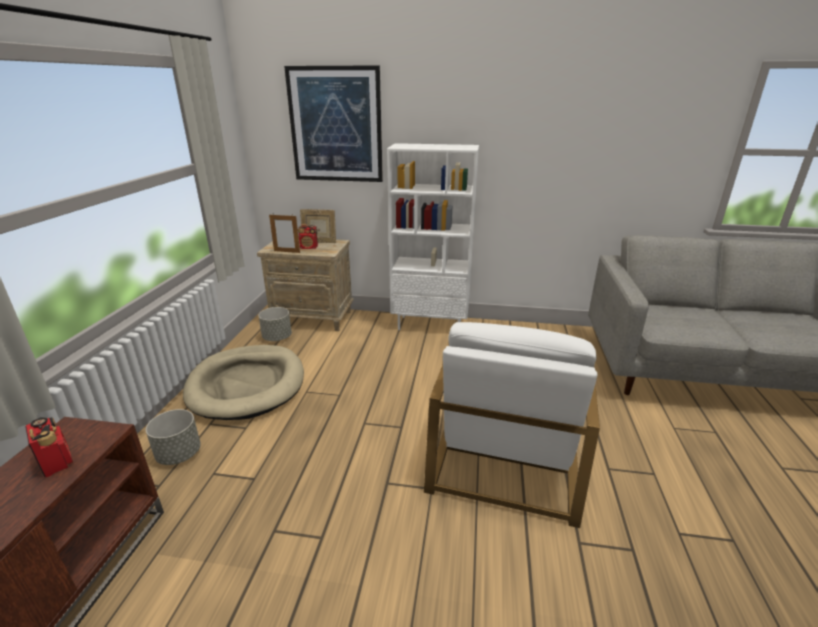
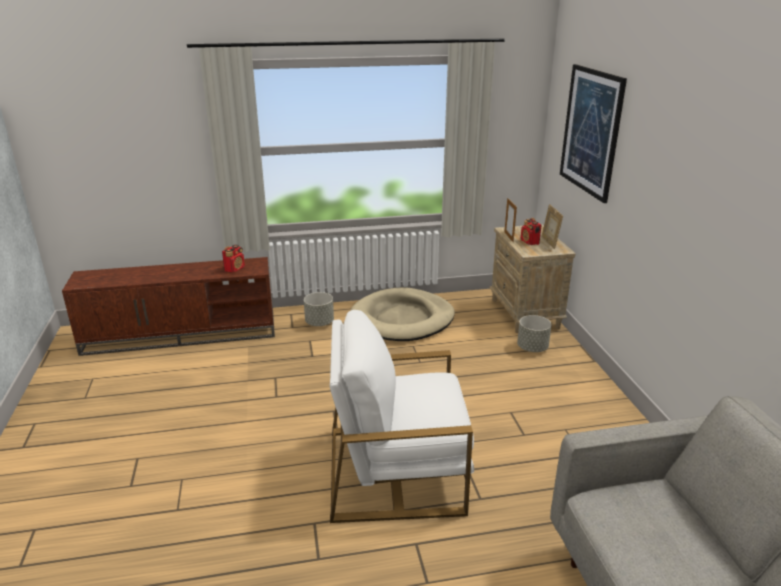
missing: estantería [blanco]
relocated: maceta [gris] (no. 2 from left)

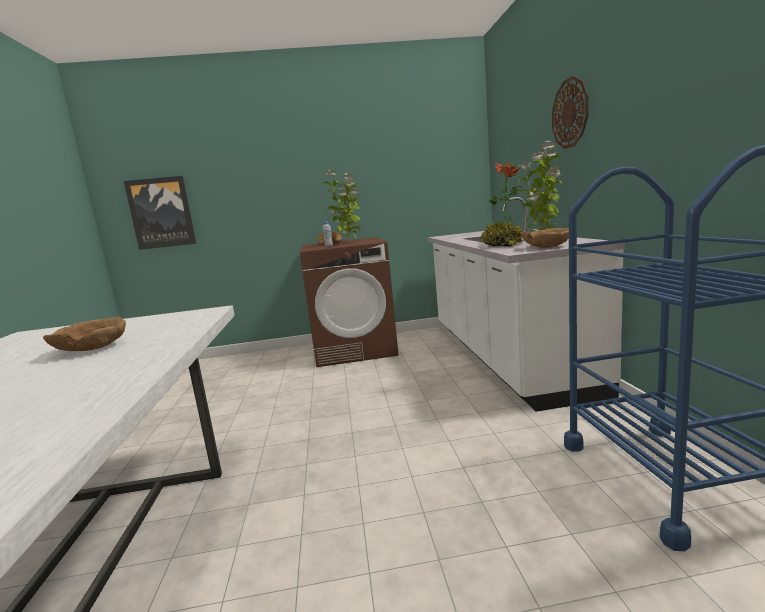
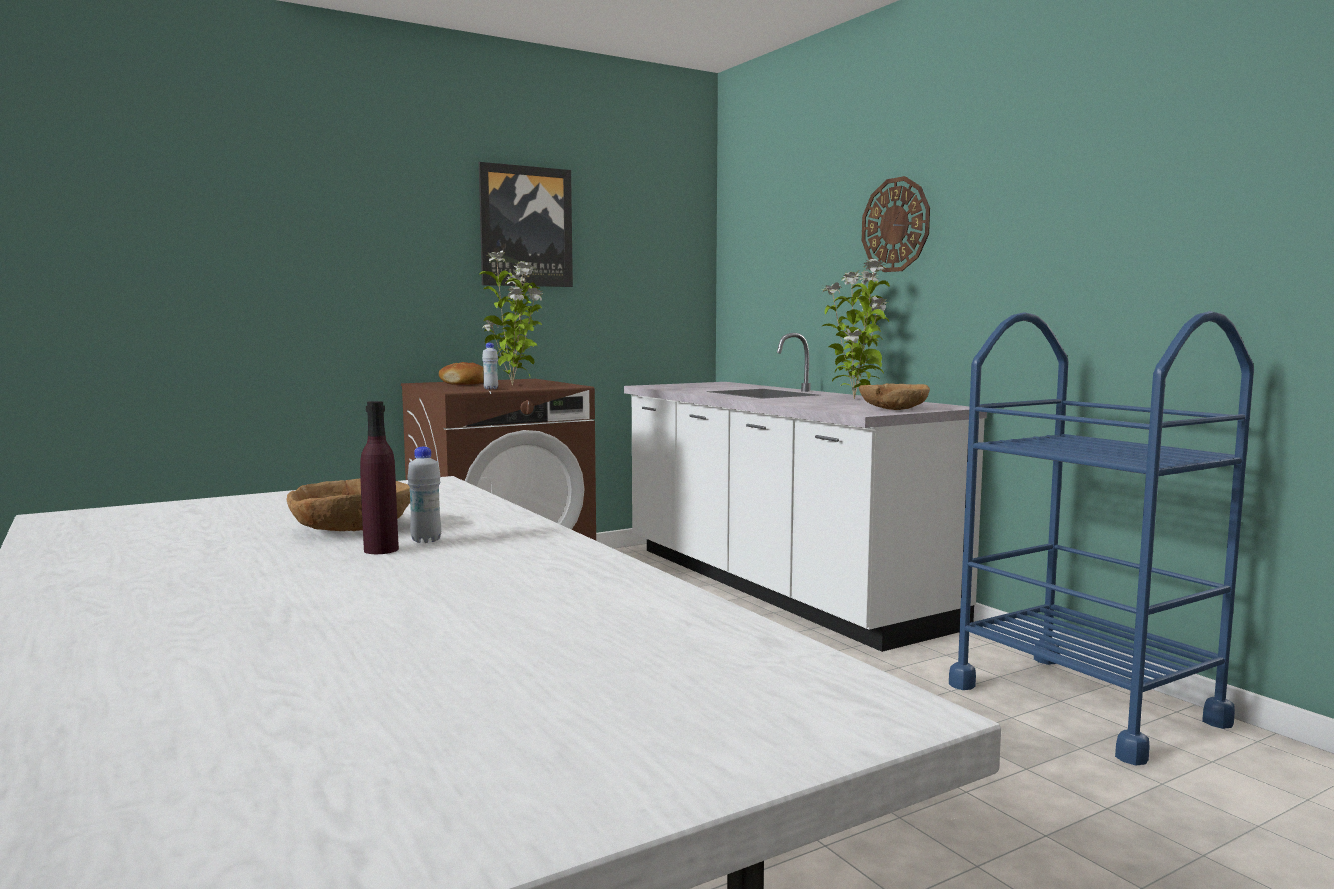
missing: planta en maceta (no. 2 from left)
appeared: botella [morado]; botella [blanco] (no. 1 from left)
relocated: cuadro

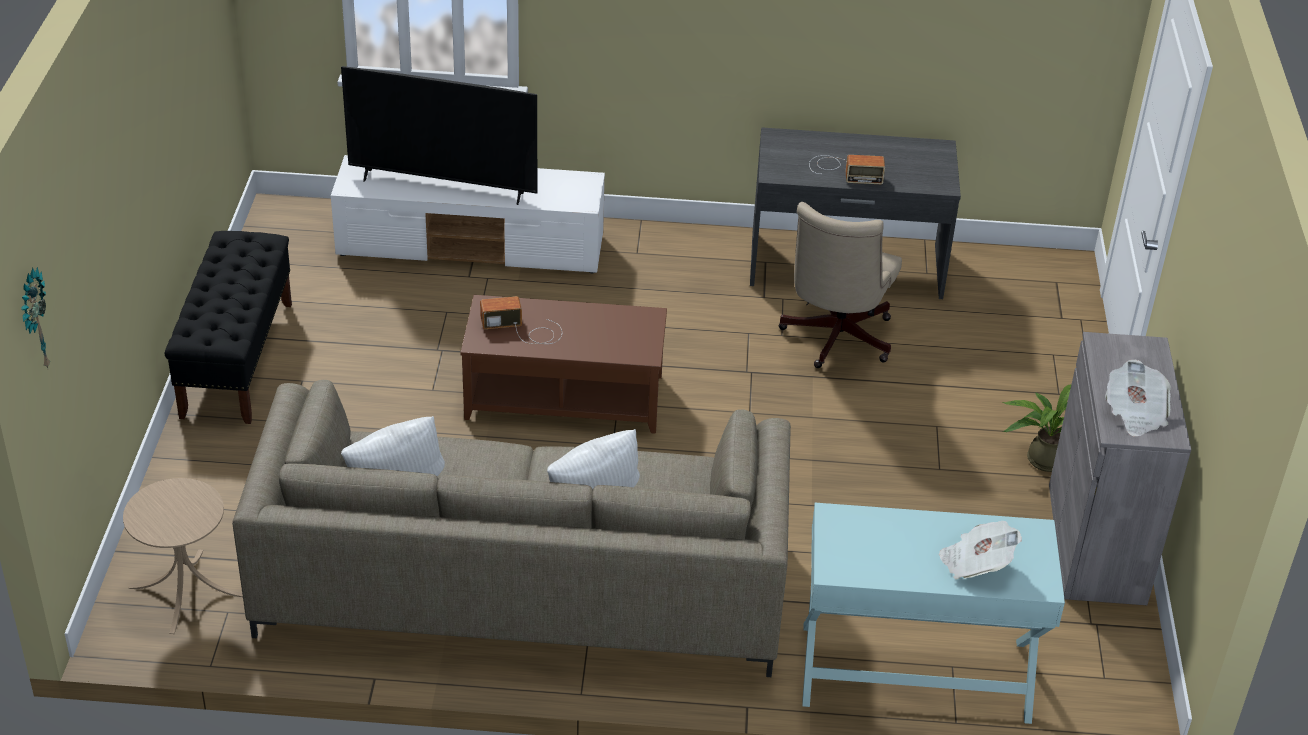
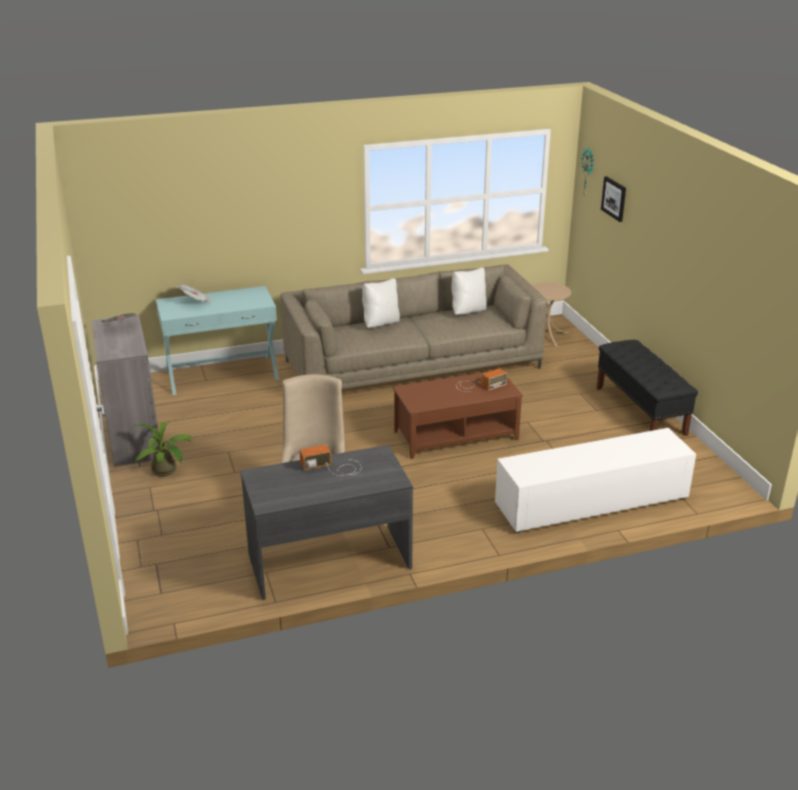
missing: televisor
appeared: cuadro

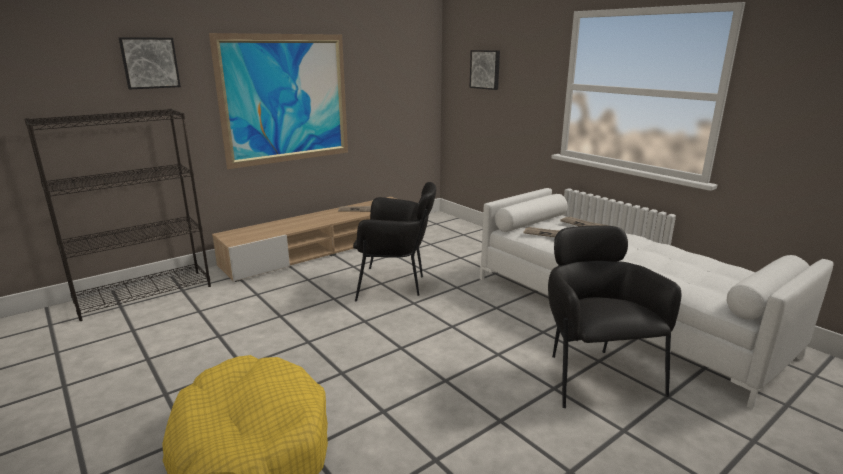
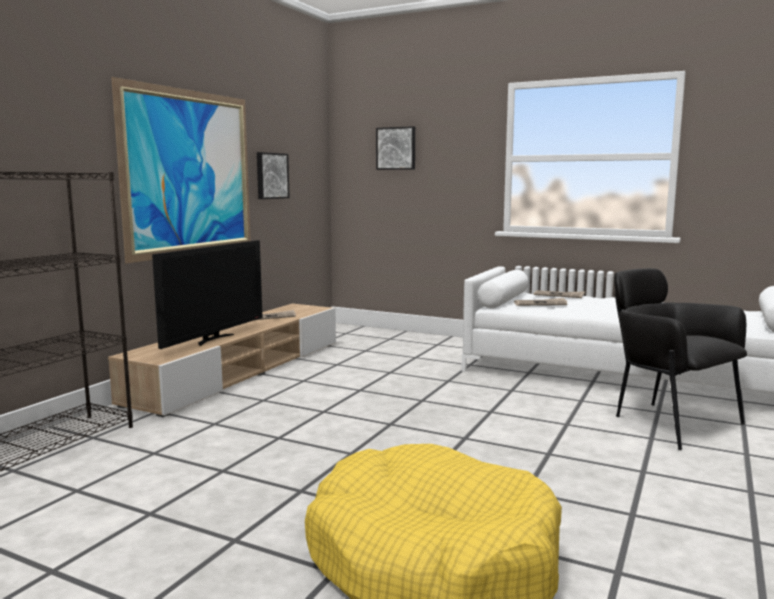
missing: sillón [negro] (no. 1 from left)
appeared: televisor
relocated: cuadro (no. 1 from left in the first image) to cuadro (no. 2 from left)

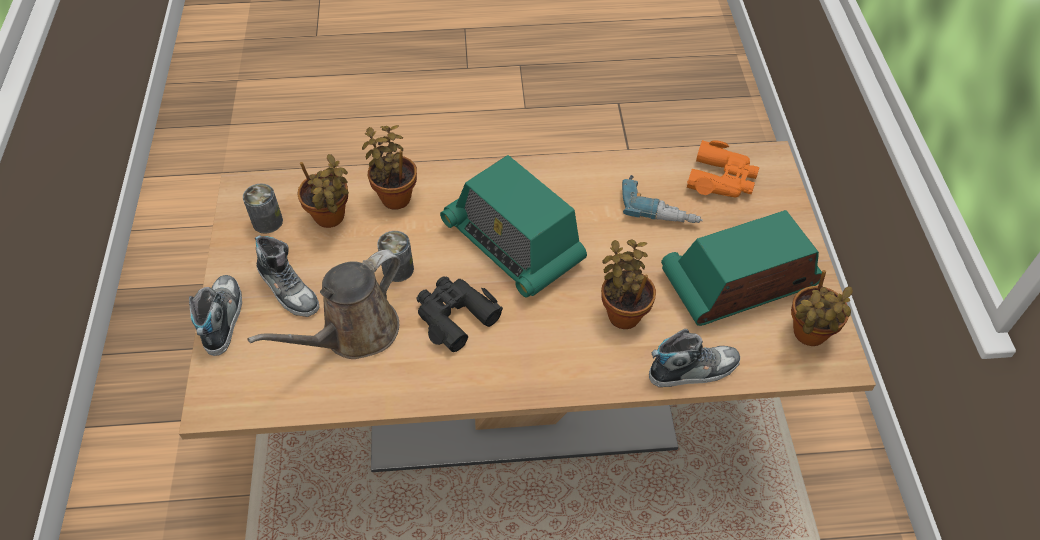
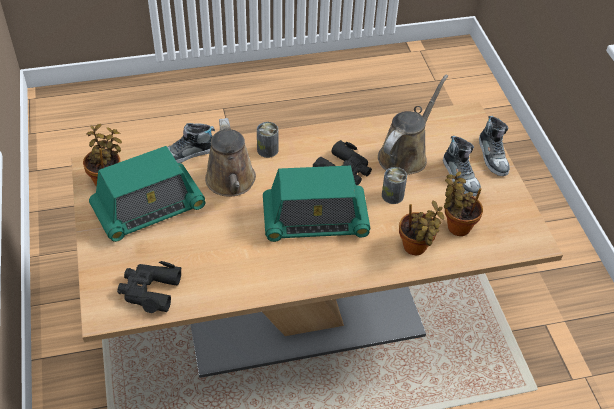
missing: taladro
relocated: lata (no. 1 from left)
exchanged: planta en maceta (no. 3 from left) to regadera [marrón] (no. 1 from left)
colour: prismáticos [naranja] to prismáticos [negro] (no. 1 from left)
spun: radio (no. 1 from left in the first image) 135 degrees clockwise; zapato (no. 2 from left) 150 degrees counterclockwise

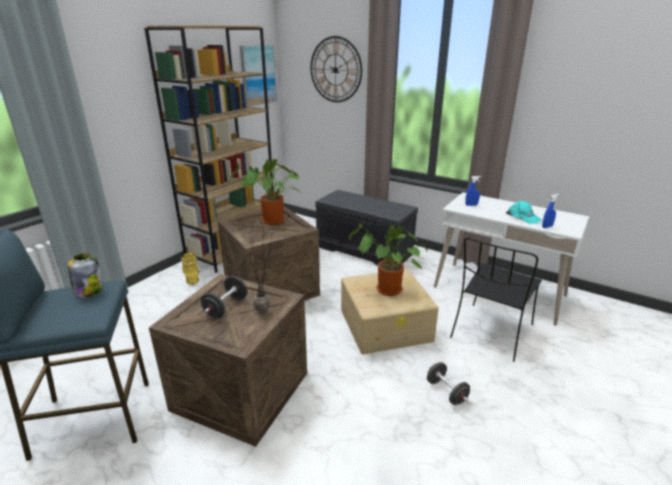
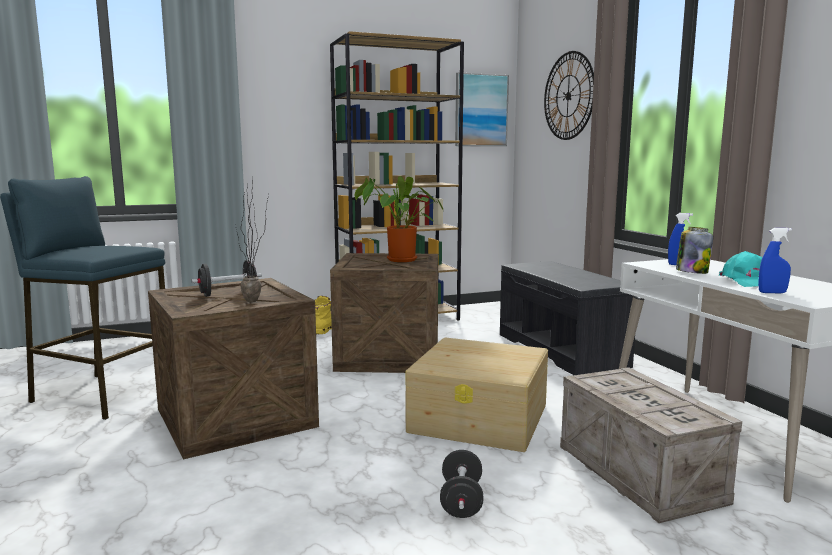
missing: planta en maceta (no. 3 from left)
relocated: tarro
exchanged: silla [negro] to caja de embalaje (no. 3 from left)

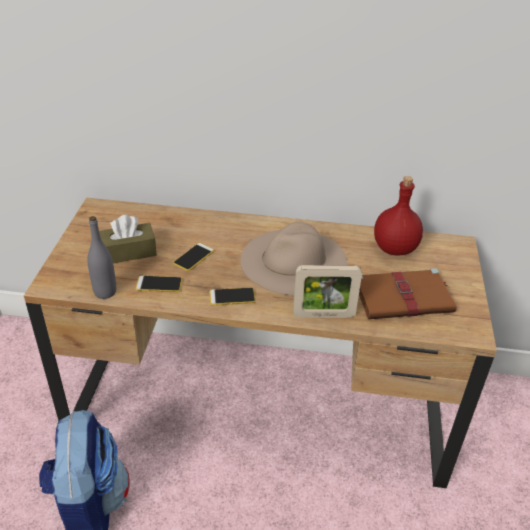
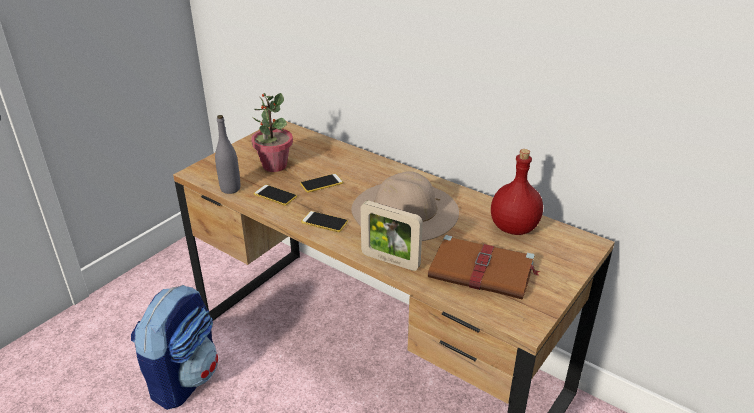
exchanged: caja de pañuelos [marrón] to planta en maceta

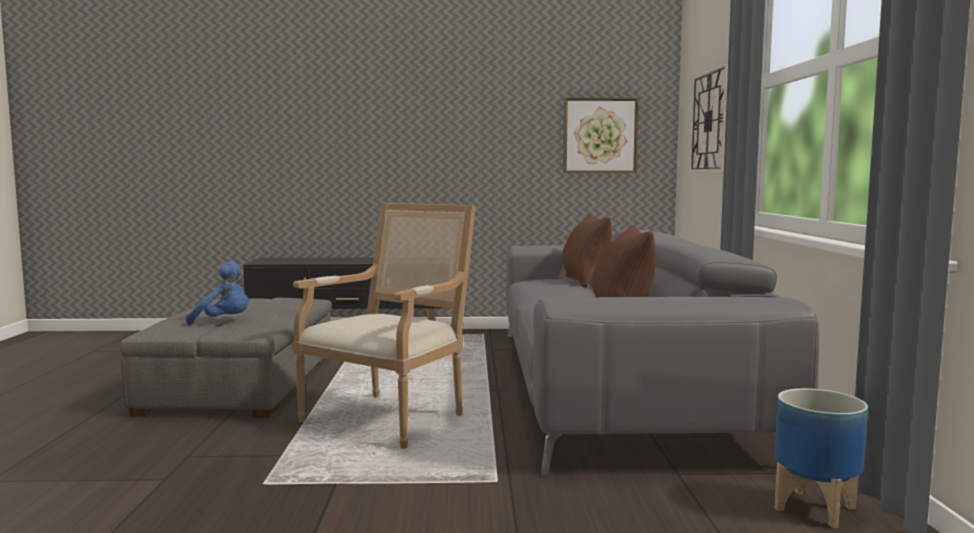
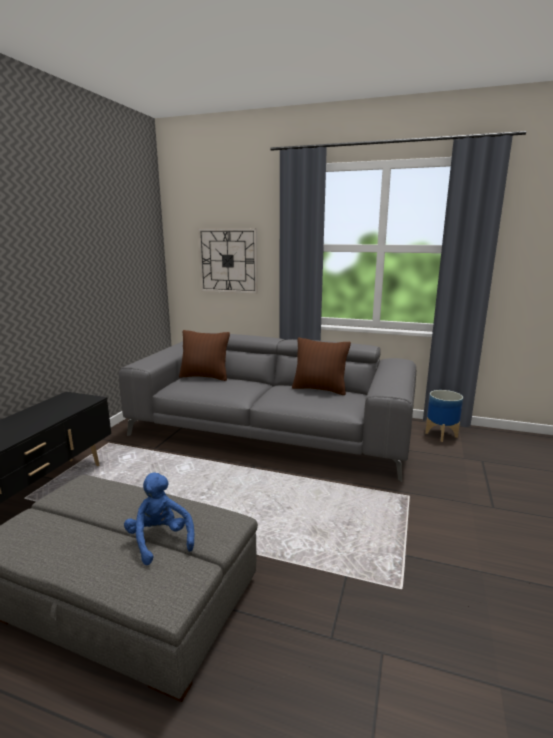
missing: cuadro; sillón
spun: peluche [azul] 60 degrees counterclockwise

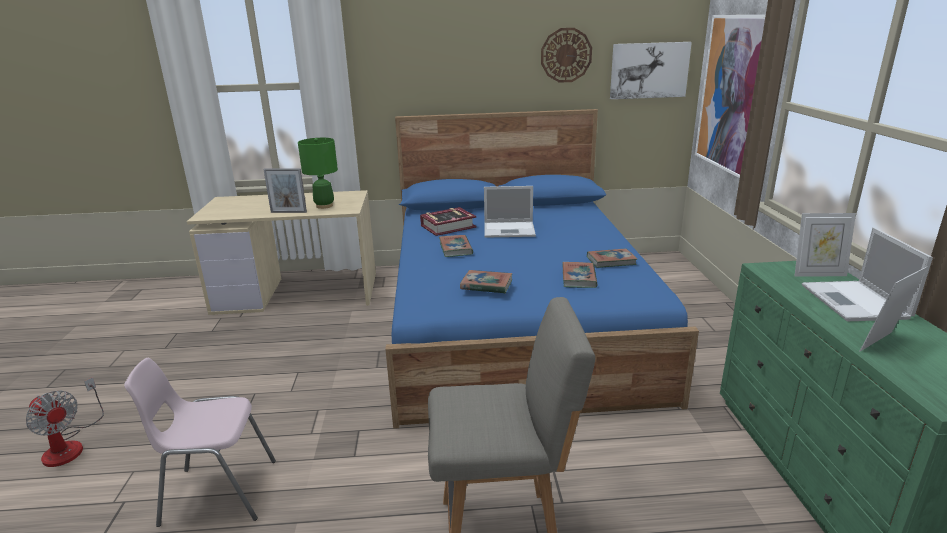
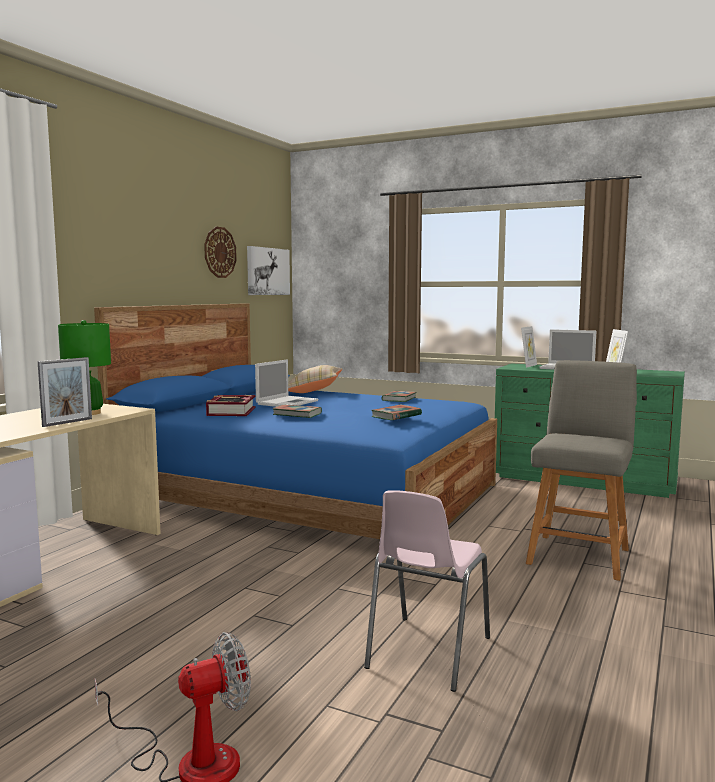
missing: cuadro (no. 2 from left); libro (no. 4 from left)
appeared: cojín [beis]

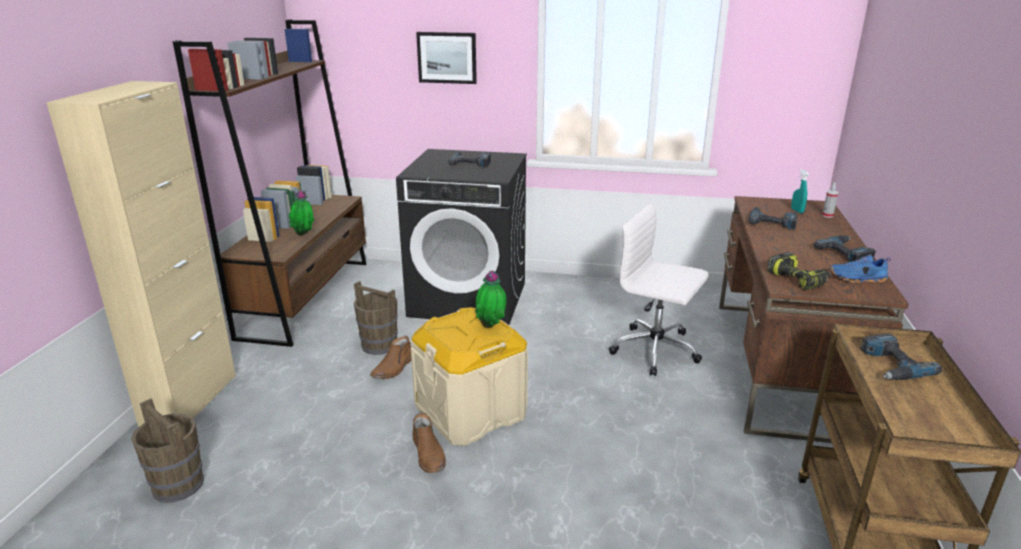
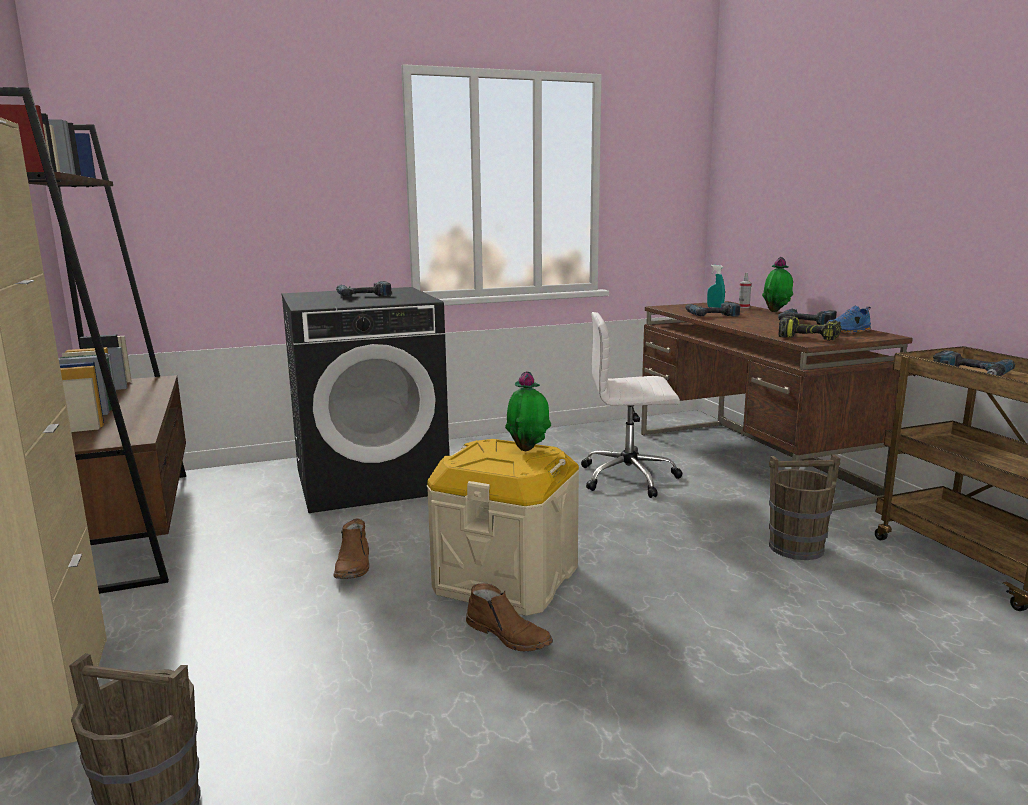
missing: cuadro
relocated: planta en maceta (no. 1 from left in the first image) to planta en maceta (no. 2 from left); cubo [marrón] (no. 2 from left)

